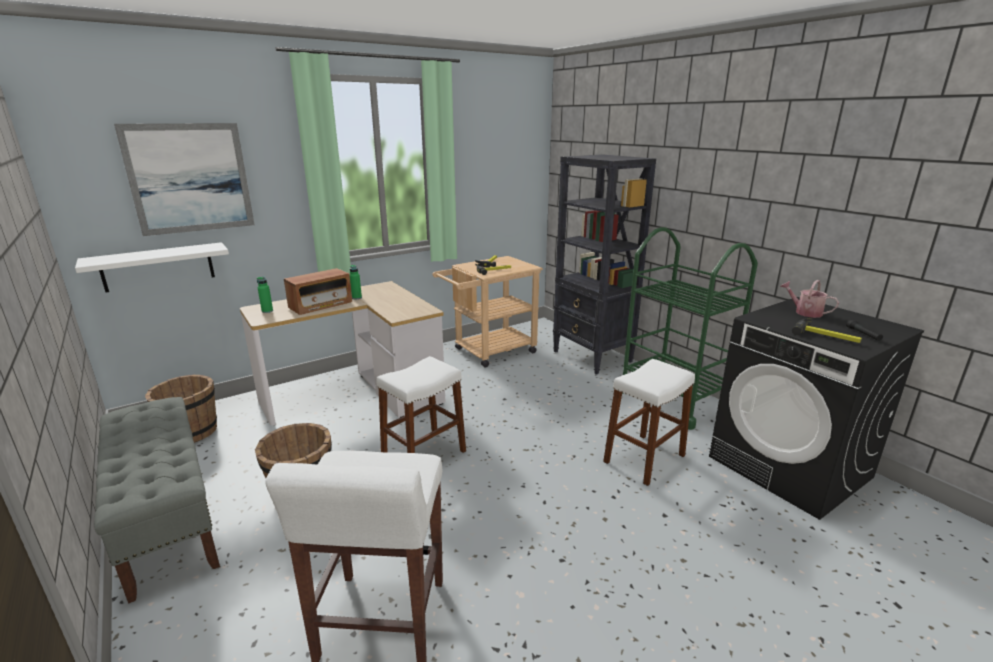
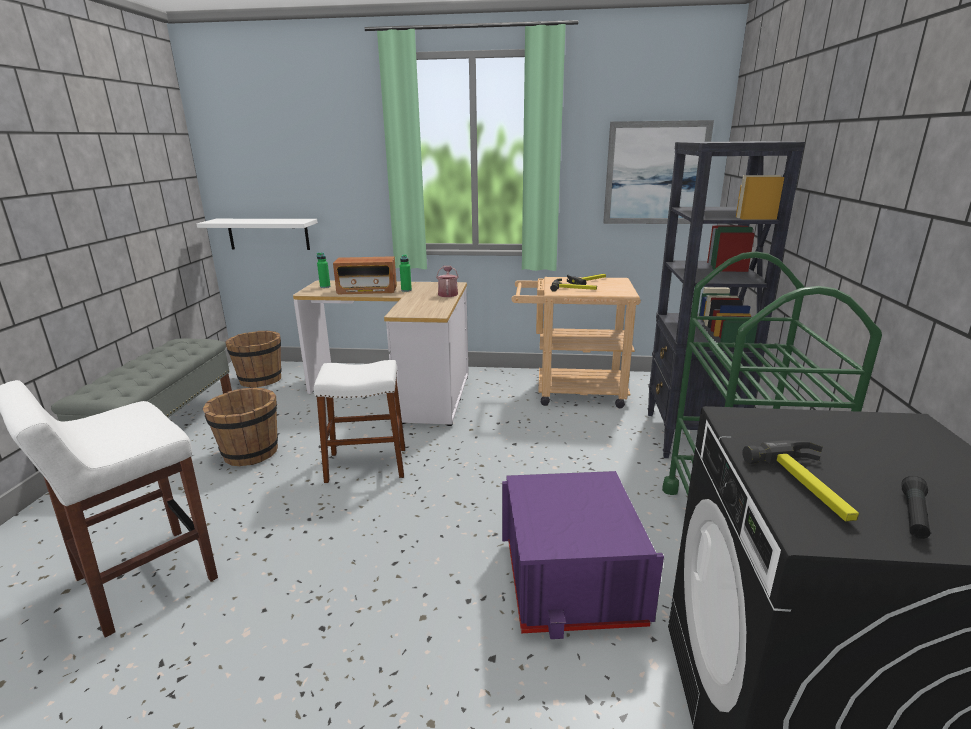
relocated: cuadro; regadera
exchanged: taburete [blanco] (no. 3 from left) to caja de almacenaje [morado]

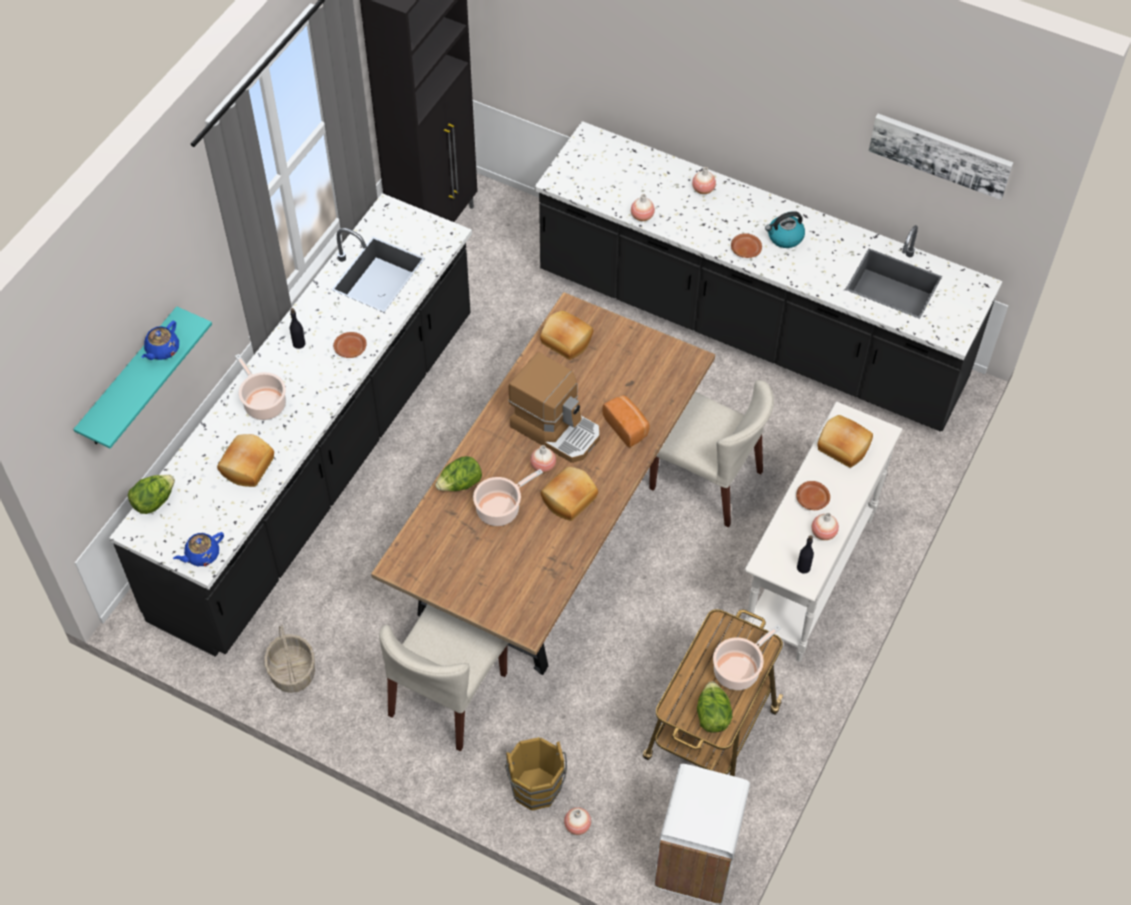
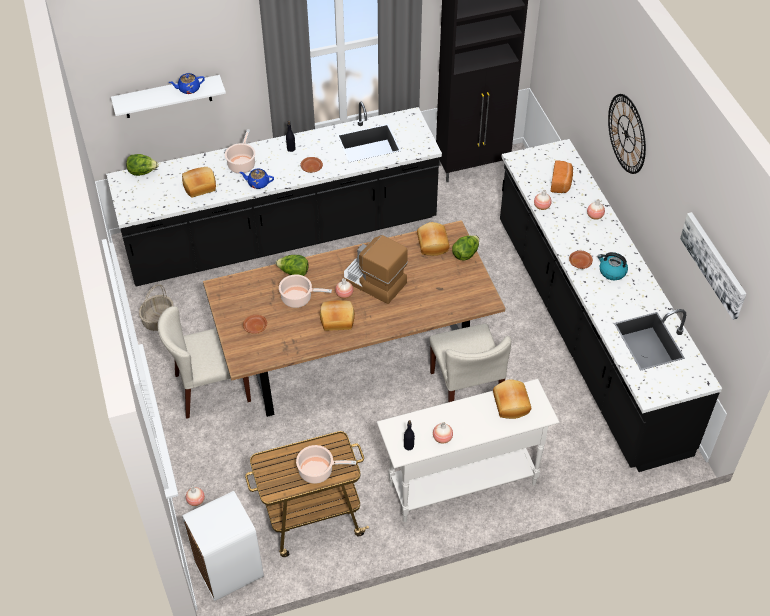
missing: cubo [marrón]
appeared: reloj de pared
relocated: pan (no. 4 from left in the first image) to pan (no. 5 from left); plato [marrón] (no. 3 from left in the first image) to plato [marrón] (no. 1 from left); tetera [azul] (no. 2 from left); lechuga (no. 3 from left)
colour: estante [turquesa] to estante [blanco]
spun: cafetera 135 degrees clockwise

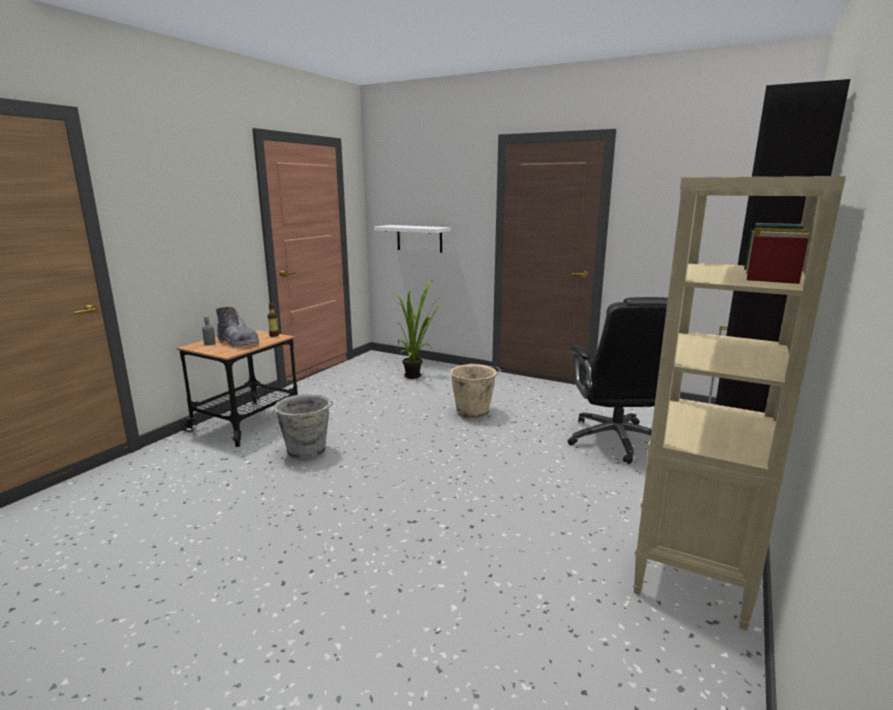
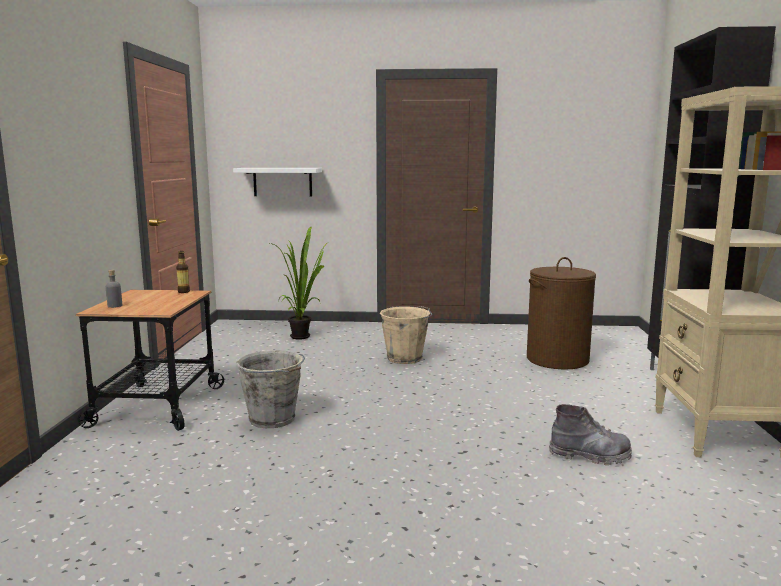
relocated: bota [gris]
exchanged: silla de oficina [negro] to cesto de la ropa [marrón]

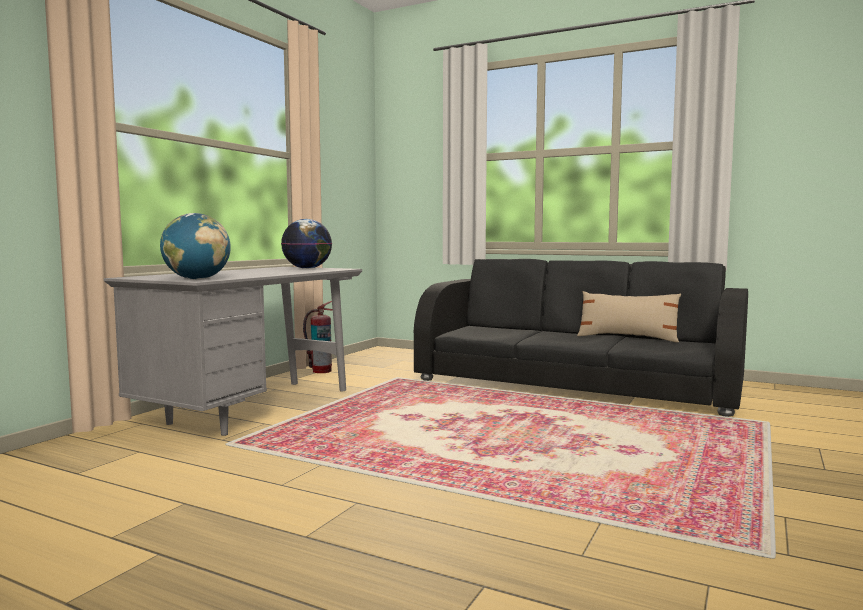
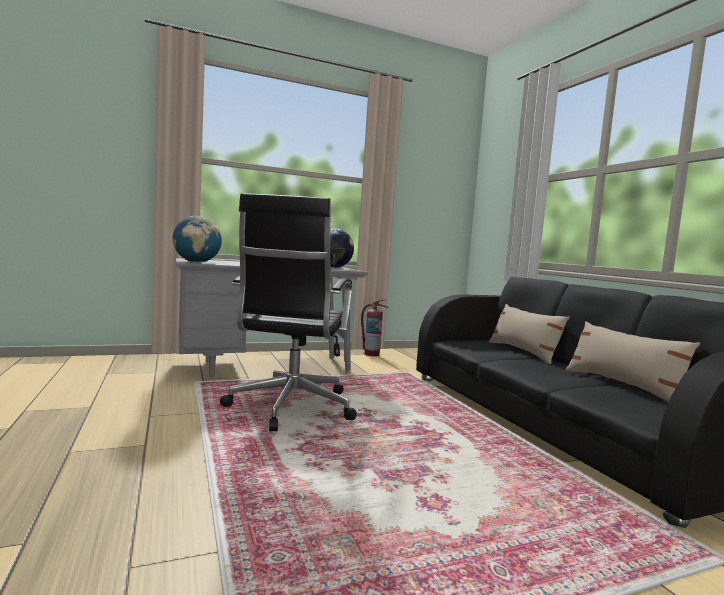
appeared: silla de oficina [negro]; cojín [beis] (no. 1 from left)

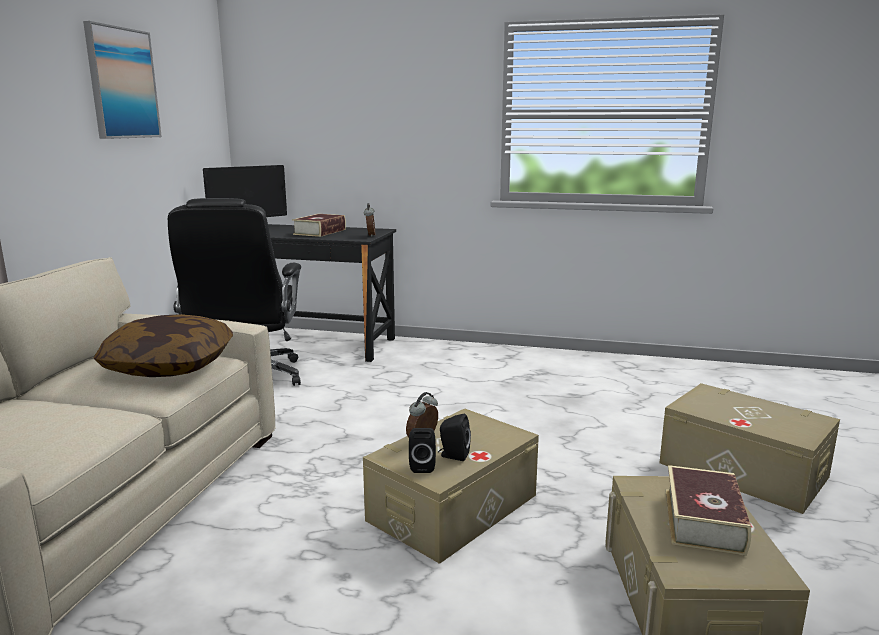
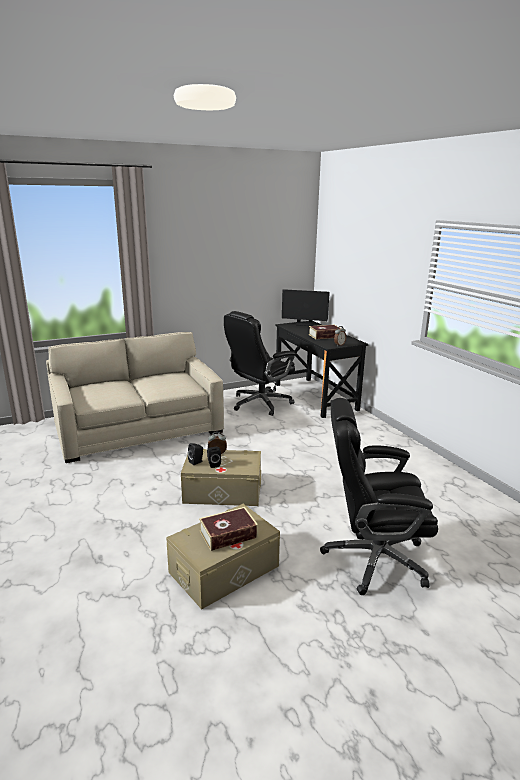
missing: cuadro; cojín
exchanged: caja de almacenaje [beis] (no. 3 from left) to silla de oficina [negro] (no. 2 from left)

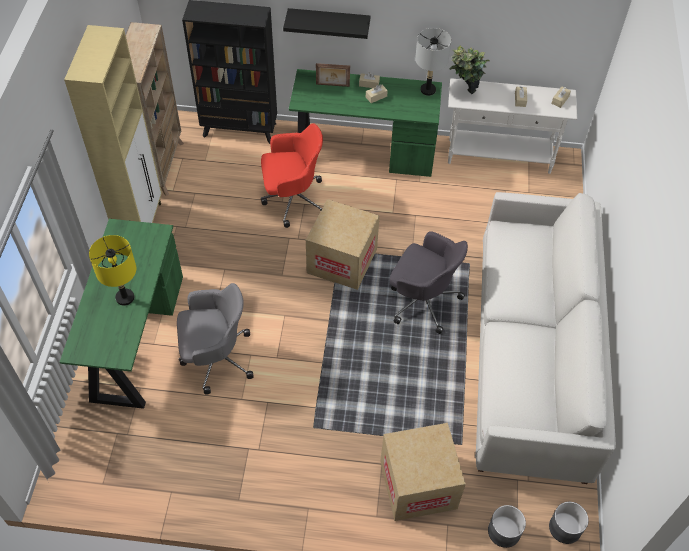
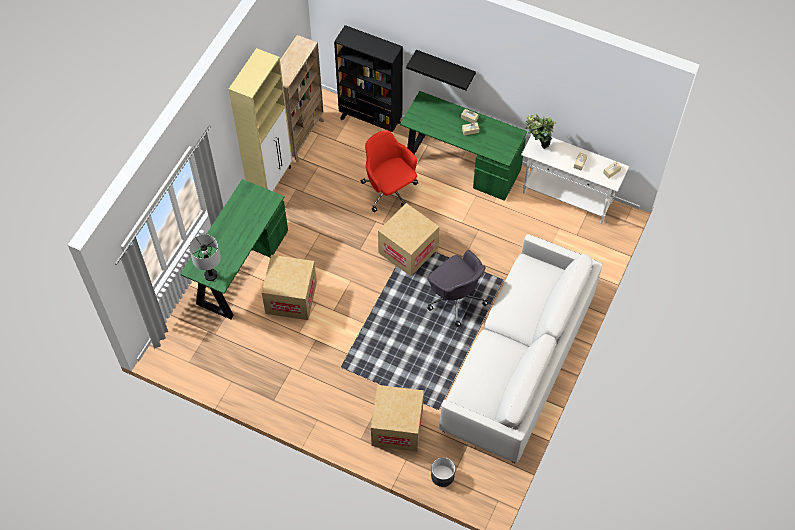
missing: portarretratos; lámpara de mesa [amarillo]; maceta [gris] (no. 2 from left)
relocated: lámpara de mesa [gris]
exchanged: silla de oficina [gris] (no. 1 from left) to caja de cartón (no. 1 from left)
spun: silla de oficina [rojo] 135 degrees counterclockwise

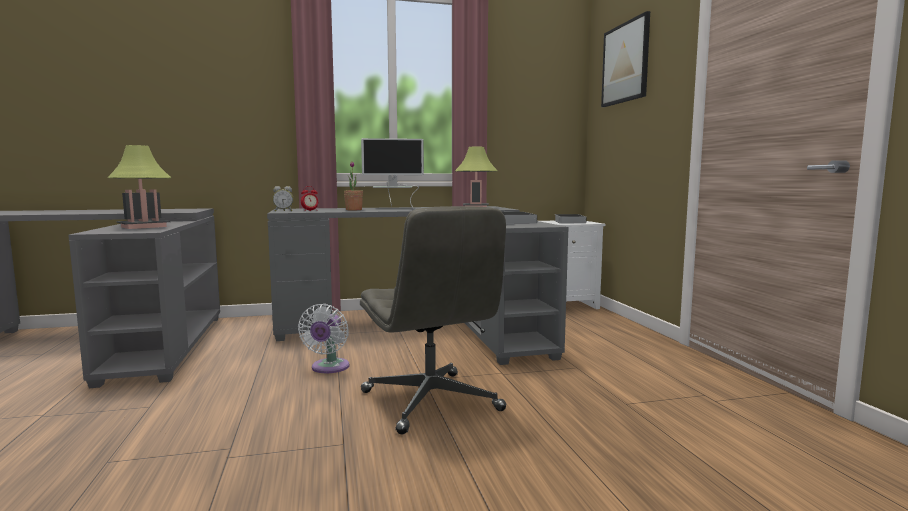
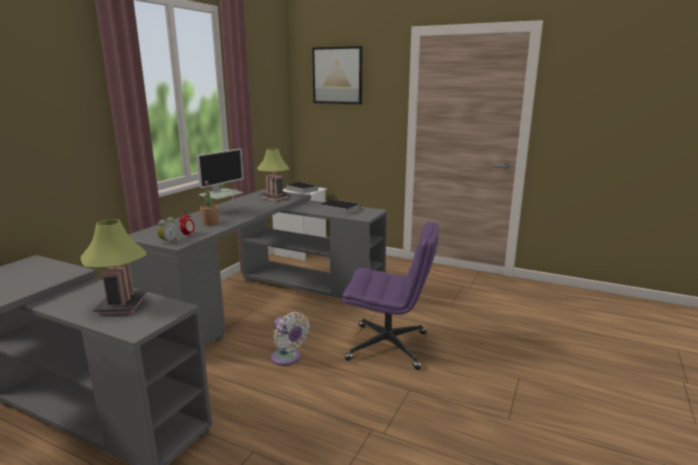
colour: silla de oficina [gris] to silla de oficina [morado]

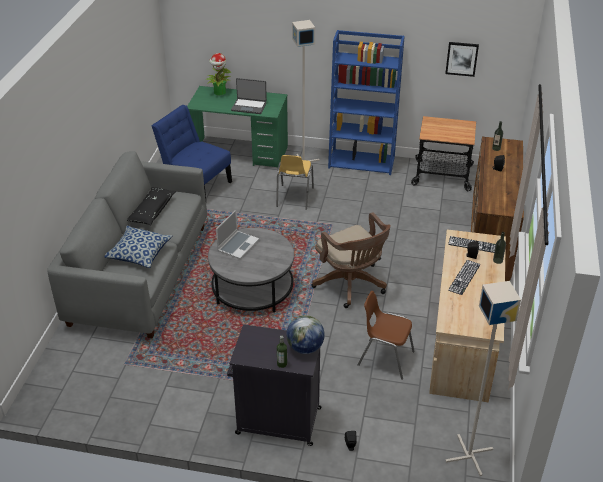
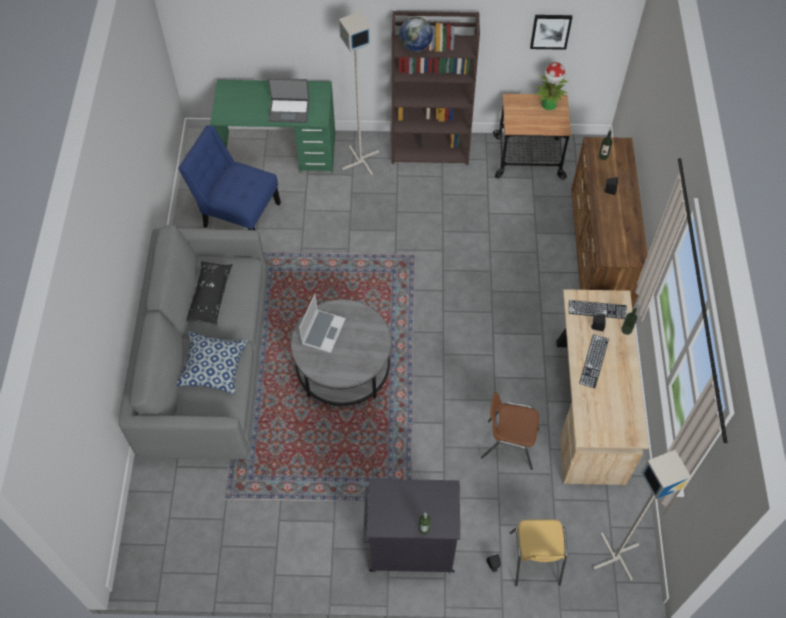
missing: silla de oficina [marrón]
relocated: planta en maceta; silla [amarillo]; globo terráqueo
colour: estantería [azul] to estantería [marrón]

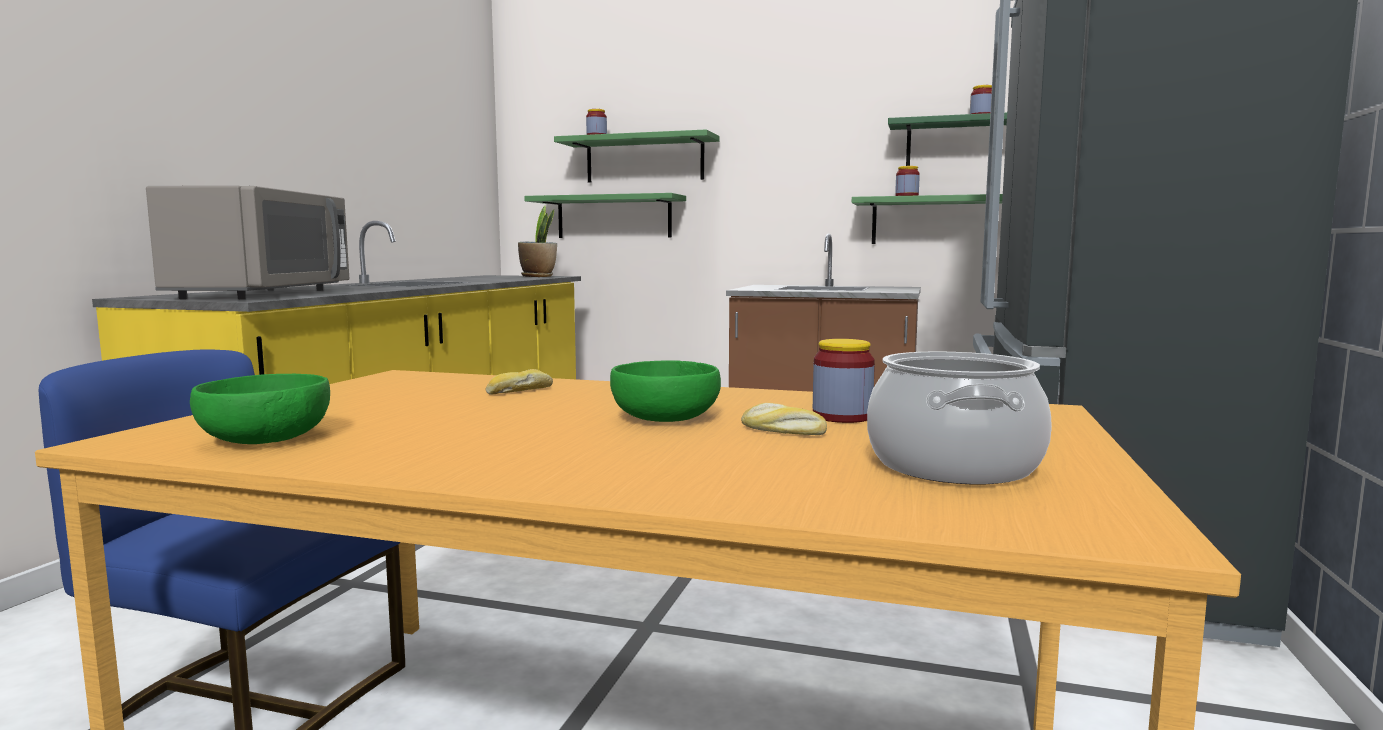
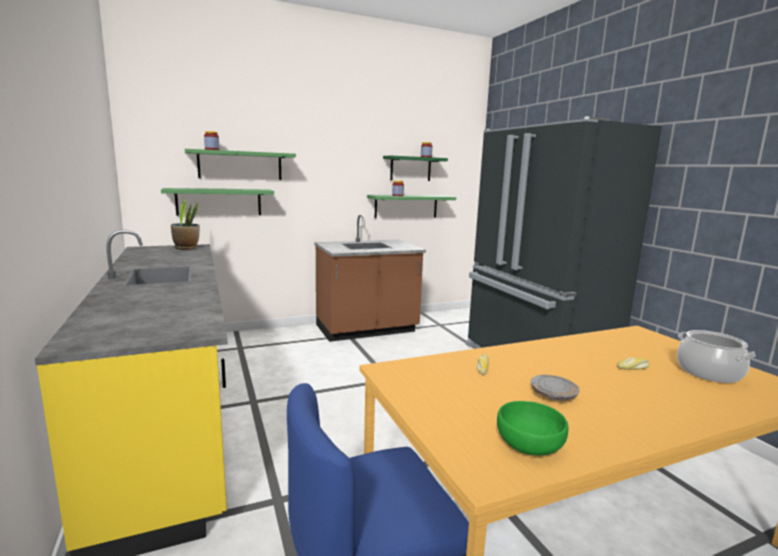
missing: microondas [gris]; tarro (no. 2 from left); cuenco [verde] (no. 2 from left)
appeared: plato [gris]

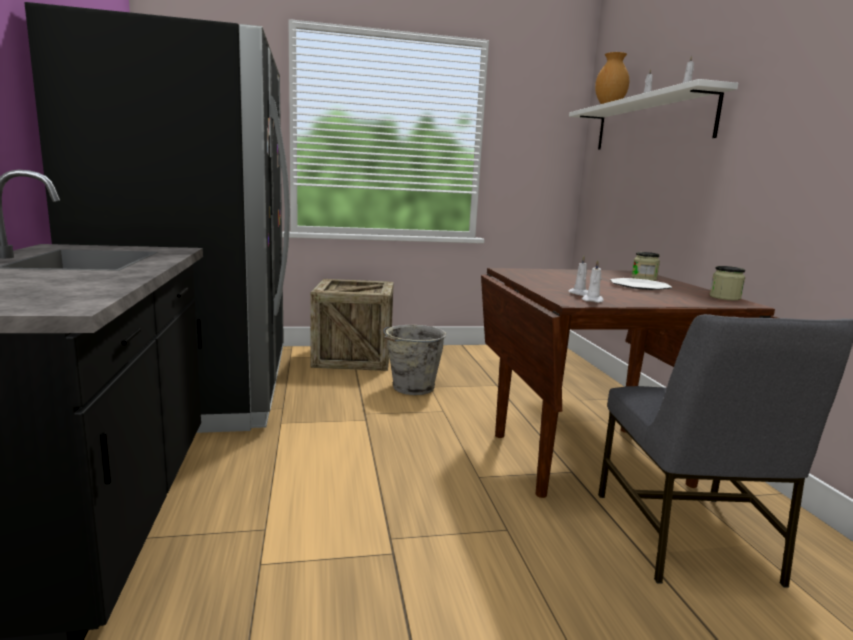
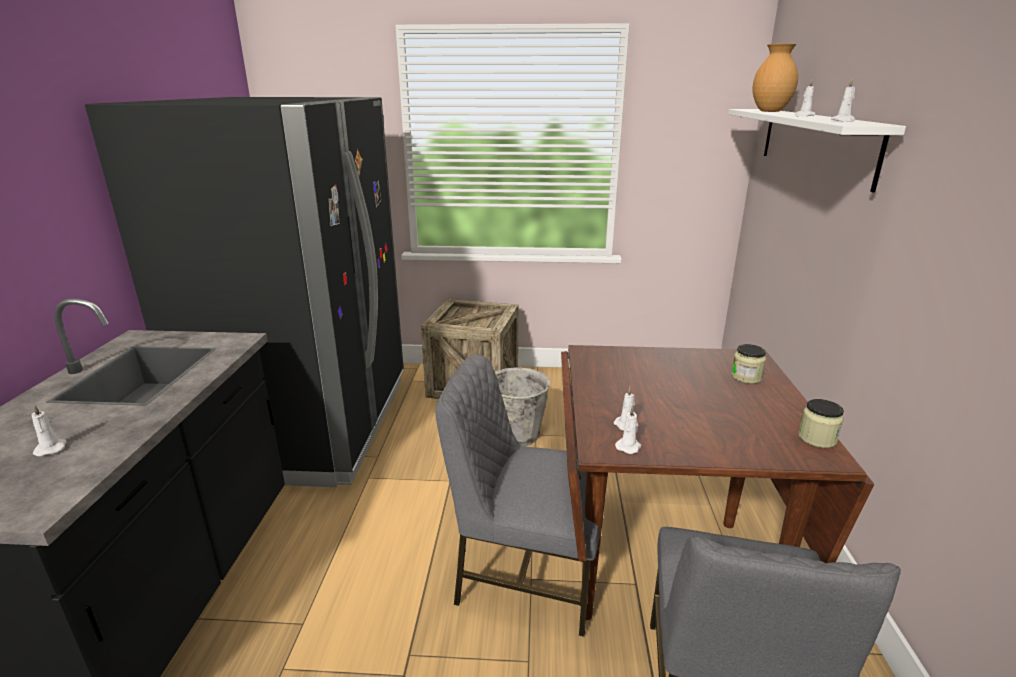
missing: plato
appeared: silla [gris] (no. 1 from left); vela [blanco] (no. 1 from left)

